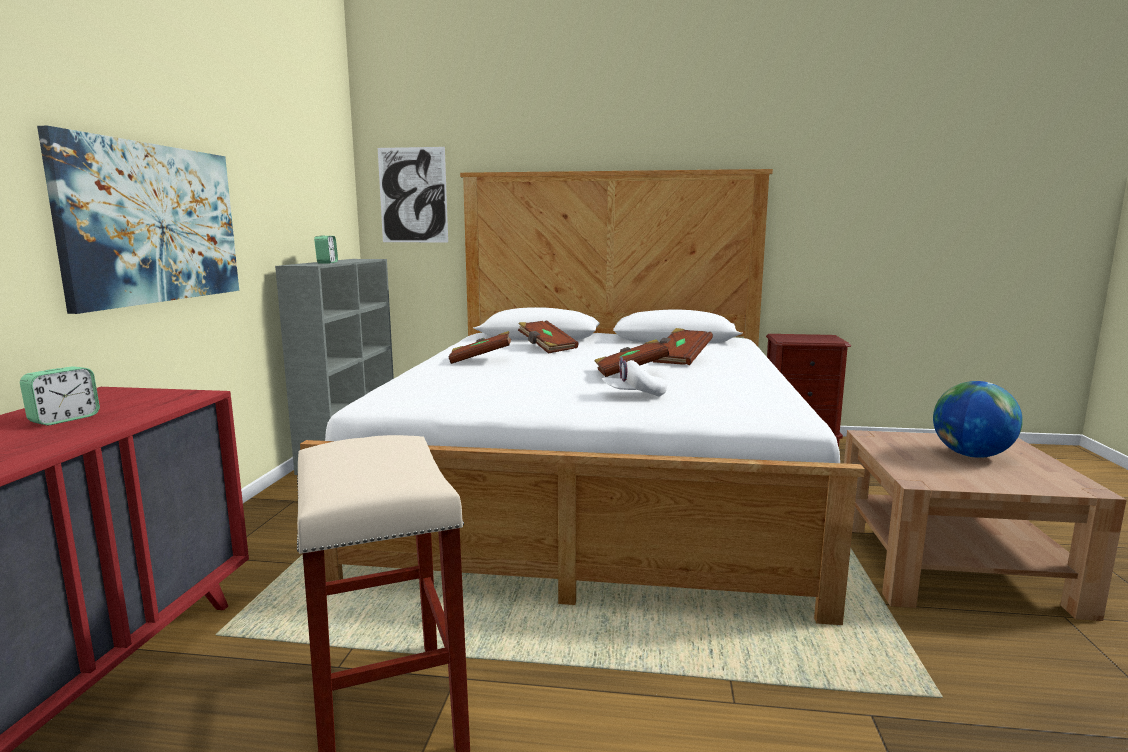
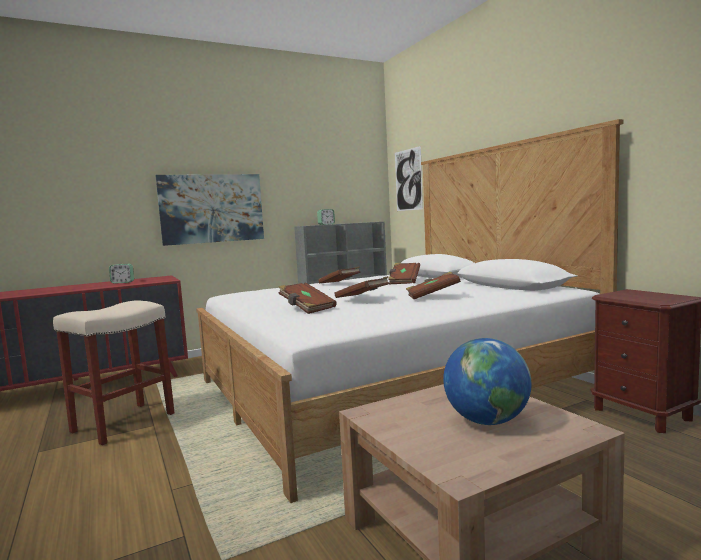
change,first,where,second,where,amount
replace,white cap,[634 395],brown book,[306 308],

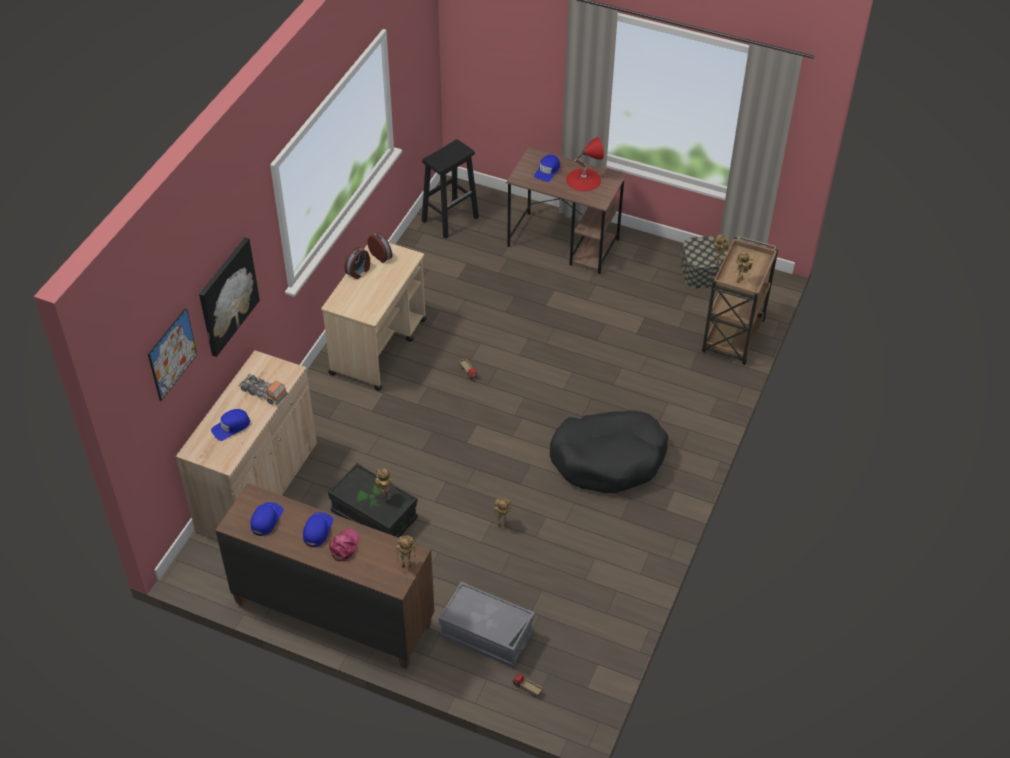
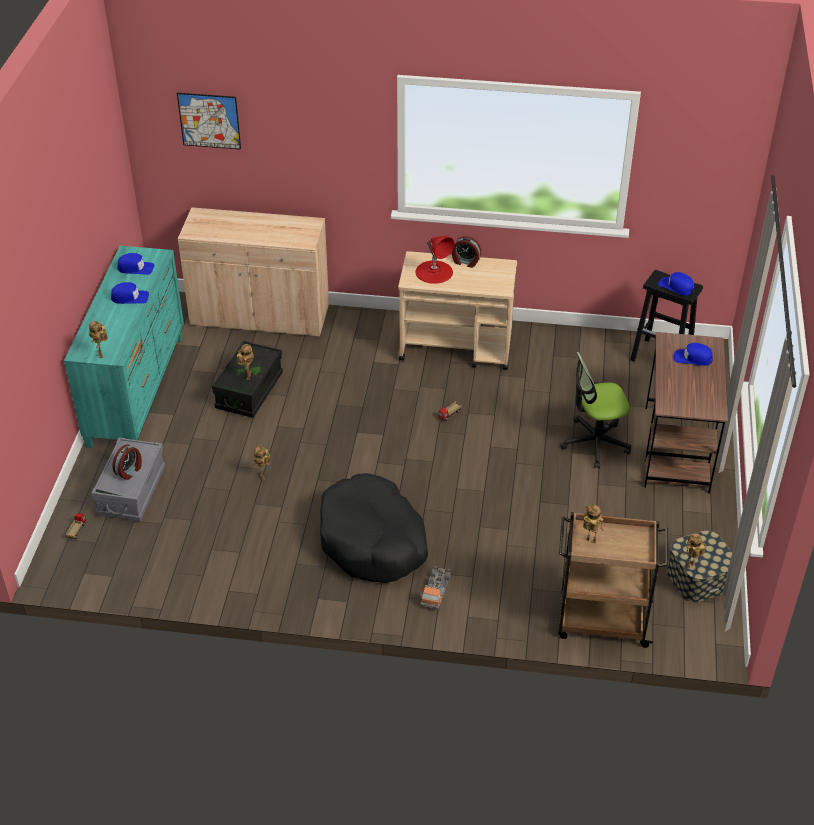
change,first,where,second,where,amount
recolor,brown dresser,[333 612],turquoise dresser,[137 390],
move,alarm clock,[381 255],,[129 471],
move,red table lamp,[583 179],,[434 272],
move,toy truck,[263 392],,[435 591],
insert,,,office chair,[595 443],
move,blue cap,[231 427],,[676 287],
delete,picture,[227 296],,,
delete,pink cap,[344 546],,,

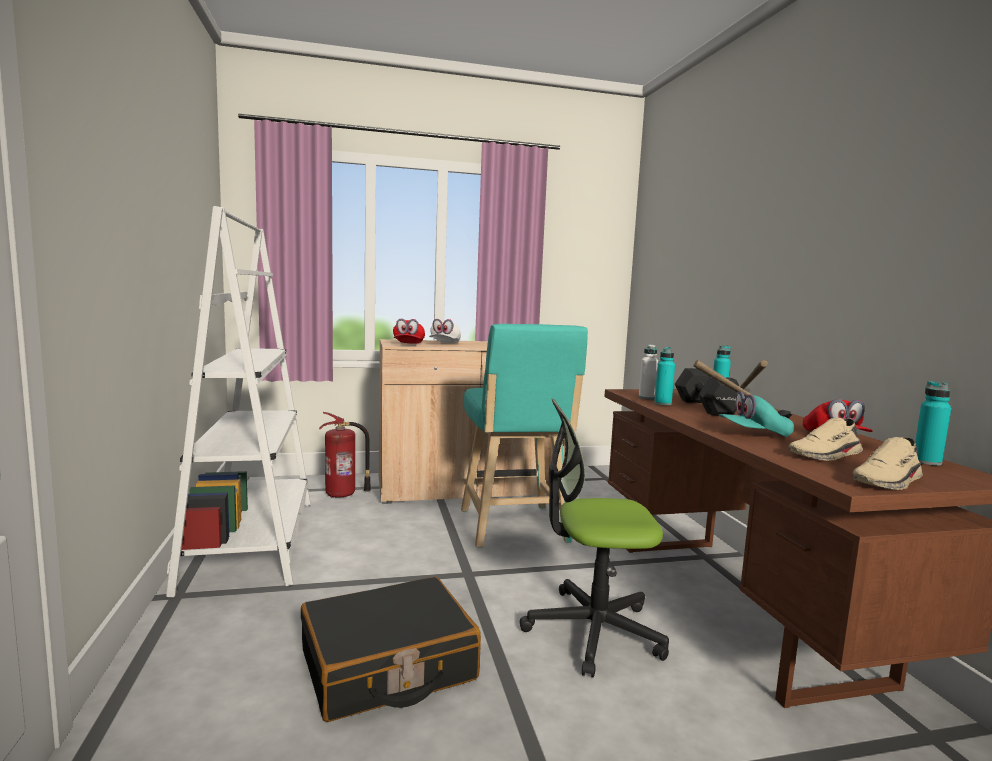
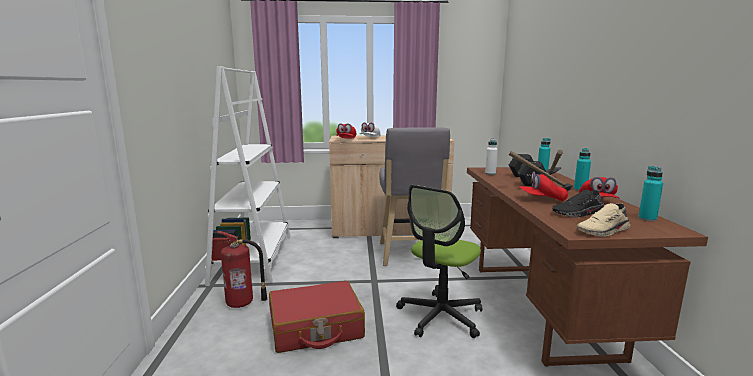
change,first,where,second,where,amount
move,fire extinguisher,[343 494],,[242 303],
recolor,black suitcase,[388 666],red suitcase,[316 328],
recolor,turquoise stool,[514 529],grey stool,[410 255],
rotate,office chair,[593 630],,[440 316],60 degrees counterclockwise
recolor,turquoise cap,[754 434],red cap,[542 199],
recolor,beige shoe,[826 456],black shoe,[578 214],
move,turquoise bottle,[662 404],,[580 190],

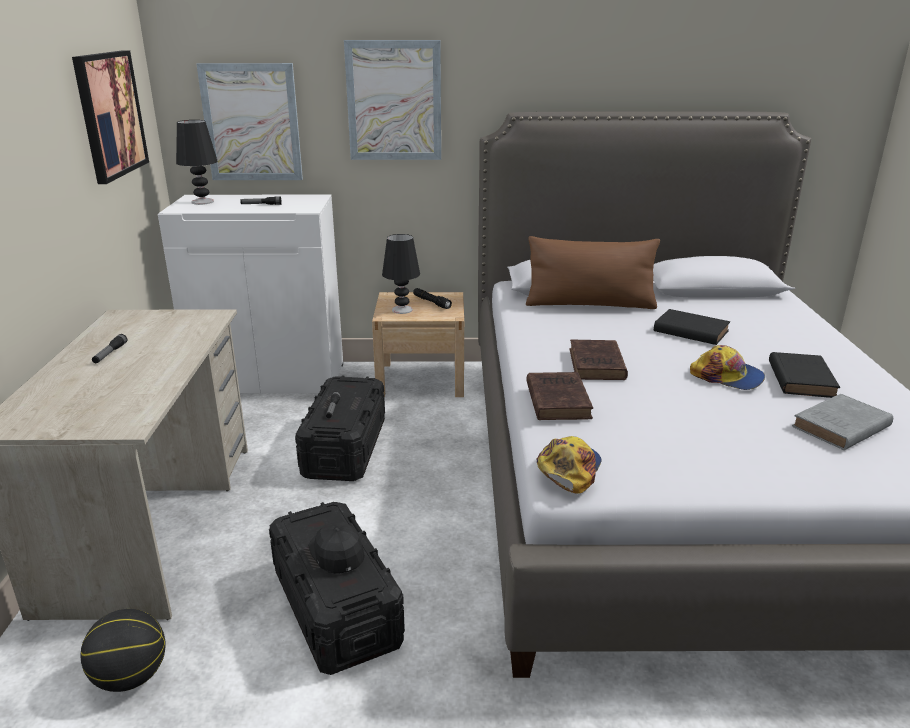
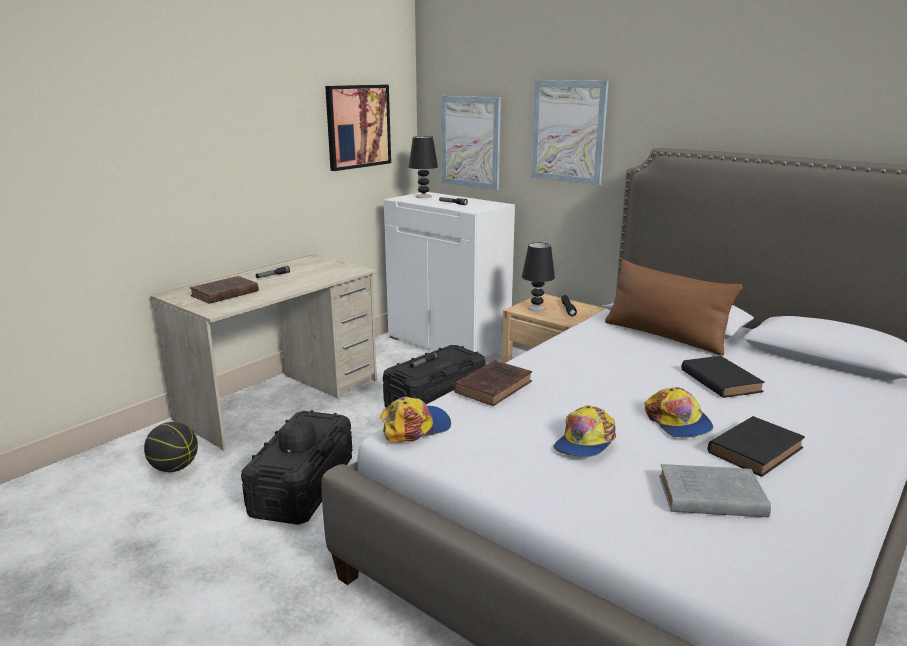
change,first,where,second,where,amount
move,brown book,[597 365],,[223 294],
insert,,,cap,[585 442],

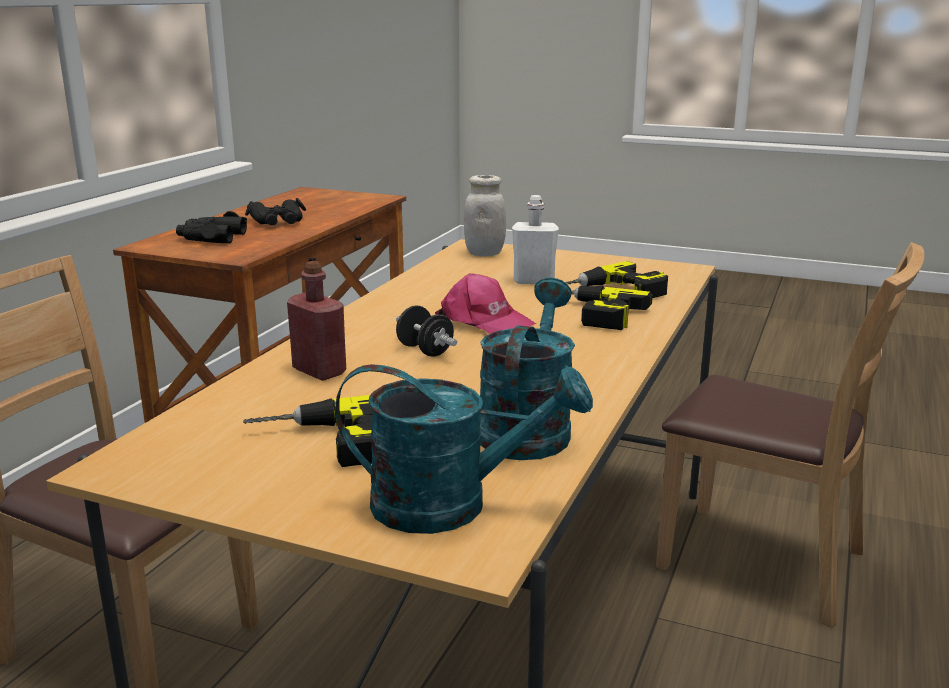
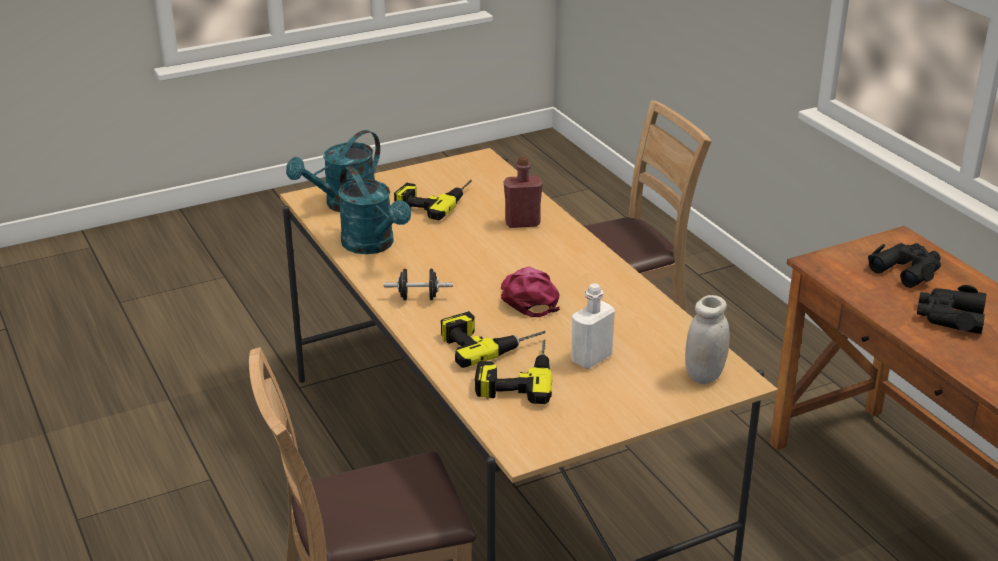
change,first,where,second,where,amount
move,black dumbbell,[425 350],,[418 298],
rotate,pink cap,[484 322],,[529 298],90 degrees clockwise

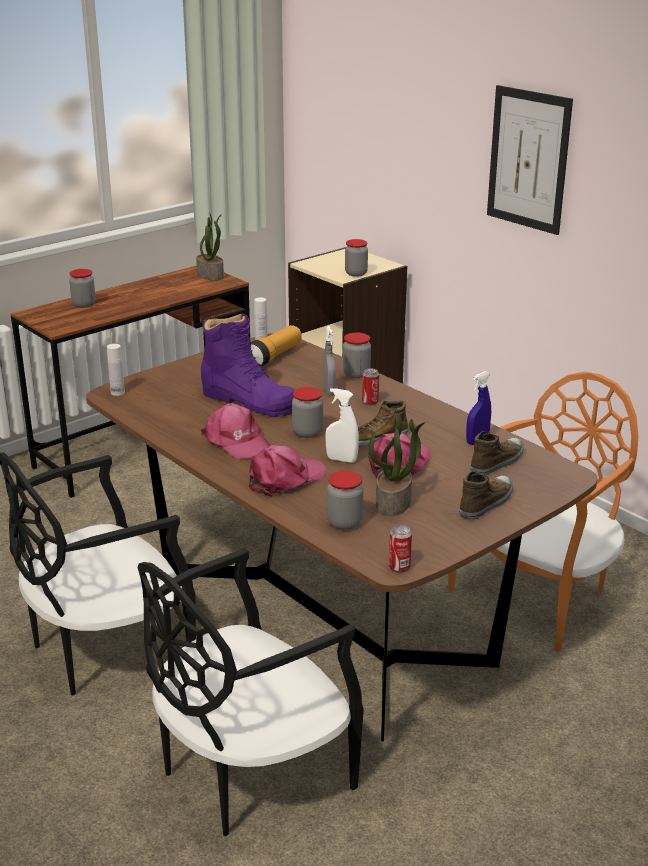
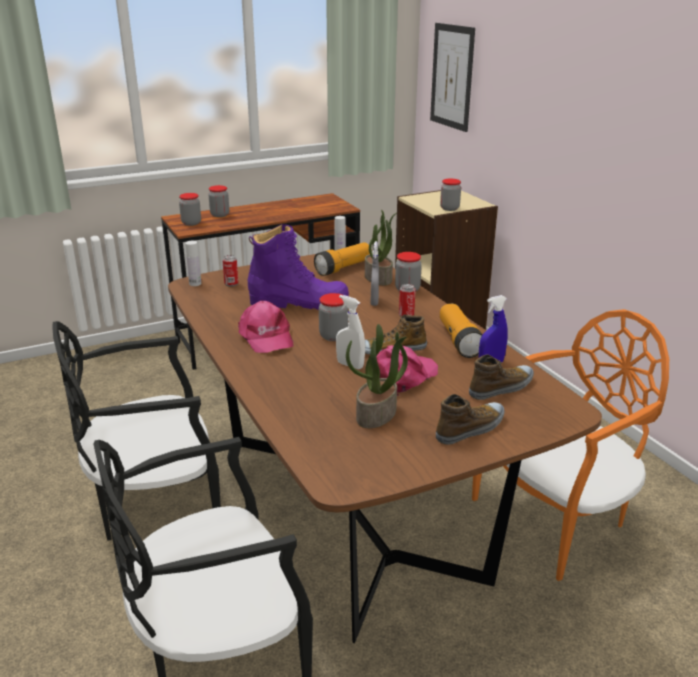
change,first,where,second,where,amount
move,jar,[344 523],,[191 223],
move,can,[399 567],,[231 284],
rotate,purple boot,[249 401],,[299 303],45 degrees counterclockwise
move,potted plant,[211 275],,[379 278],
move,picture,[528 159],,[452 76],
insert,,,flashlight,[459 341],
delete,pink cap,[285 479],,,

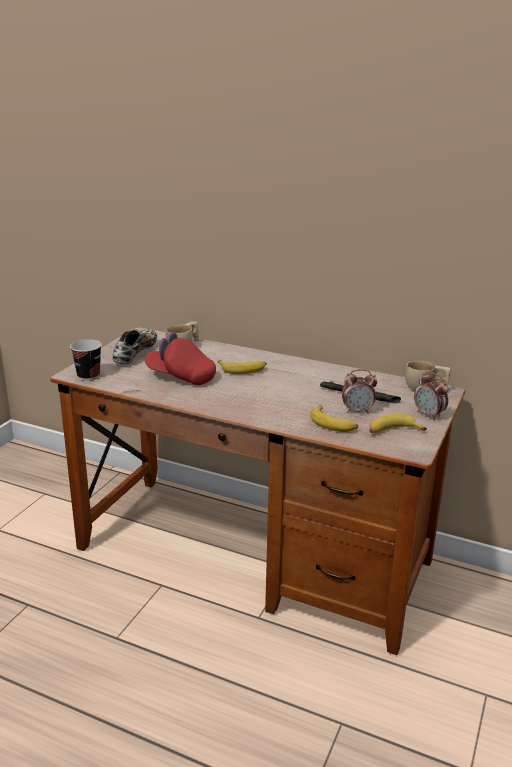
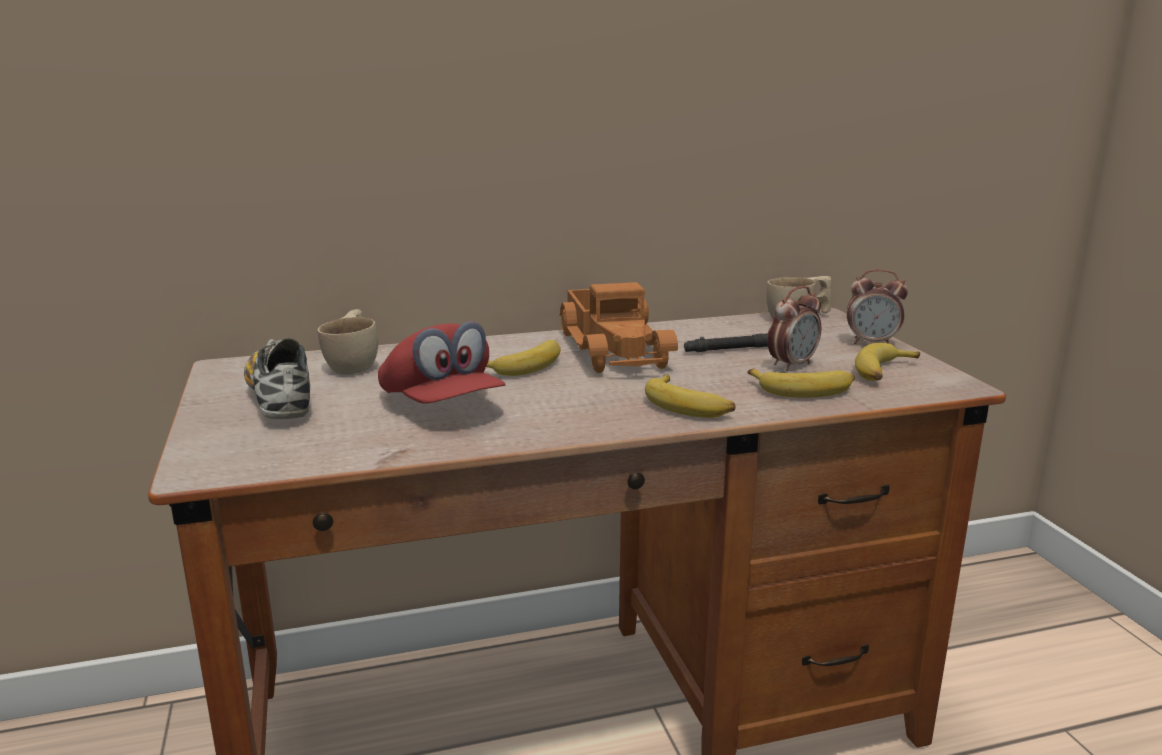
change,first,where,second,where,amount
rotate,red cap,[180 376],,[442 405],105 degrees counterclockwise
insert,,,toy truck,[616 348],
insert,,,banana,[689 406],
delete,cup,[88 376],,,

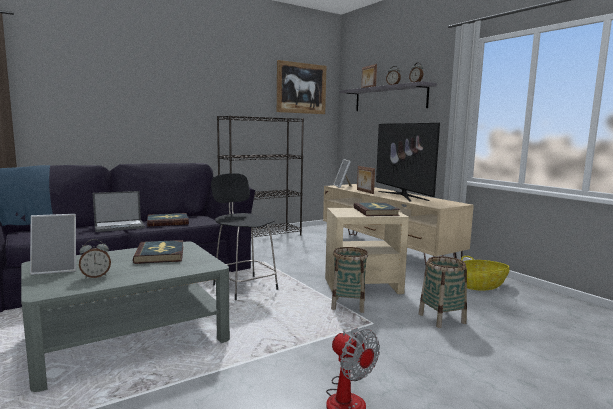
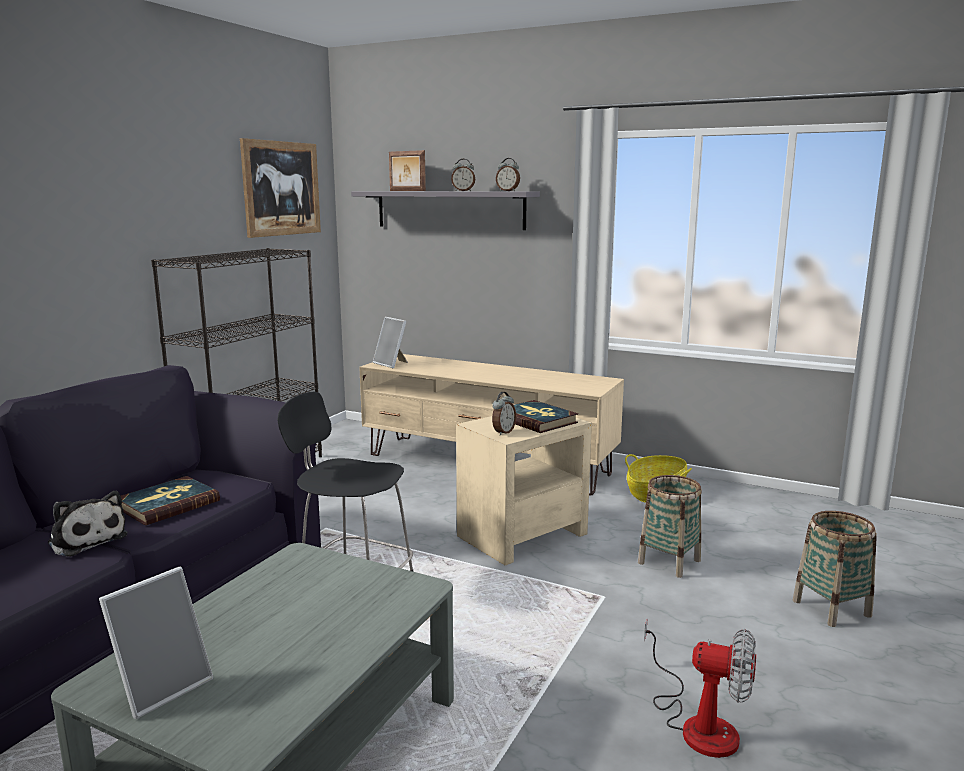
change,first,where,second,where,amount
replace,laptop,[120 226],plush toy,[87 539],
move,alarm clock,[96 276],,[503 432],
move,basket,[348 305],,[831 608],
delete,book,[160 254],,,
delete,picture frame,[364 191],,,
delete,television,[402 196],,,

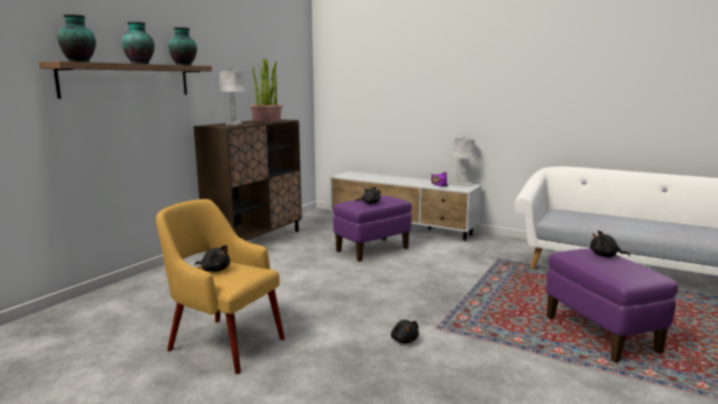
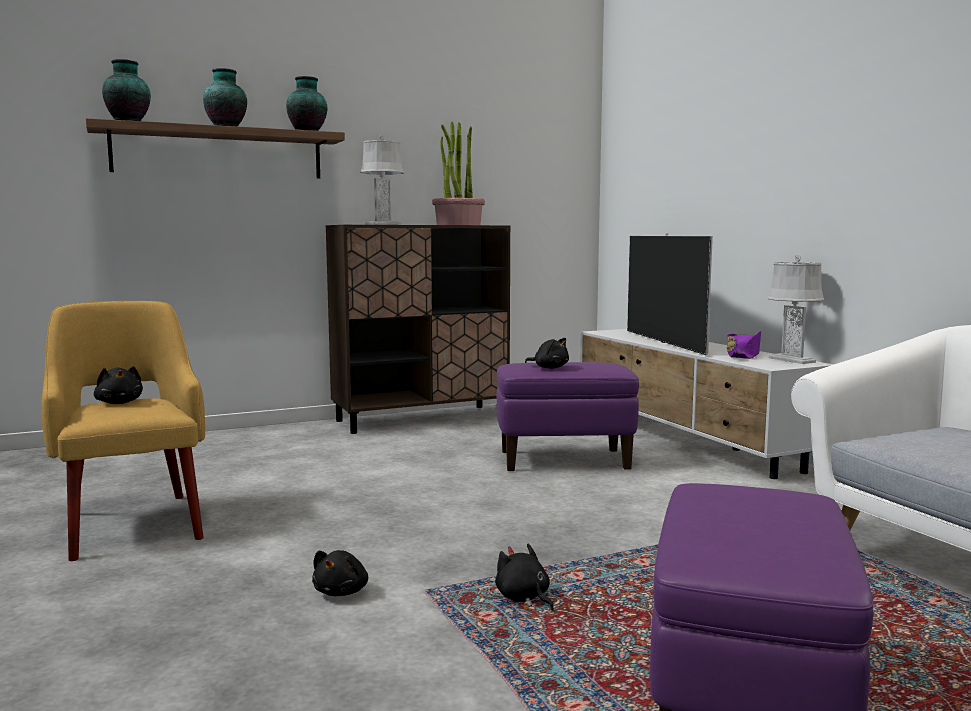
change,first,where,second,where,amount
move,black plush toy,[605 256],,[524 598],
insert,,,television,[664 342],

